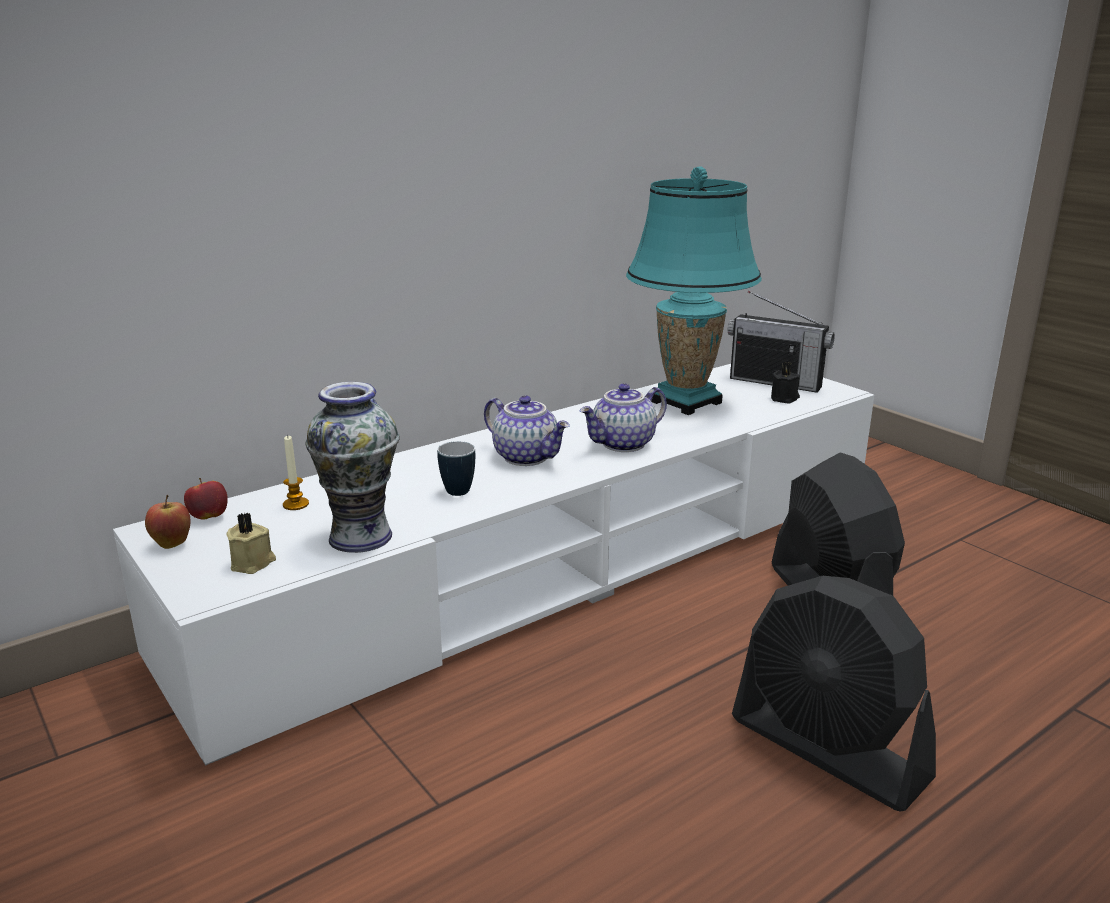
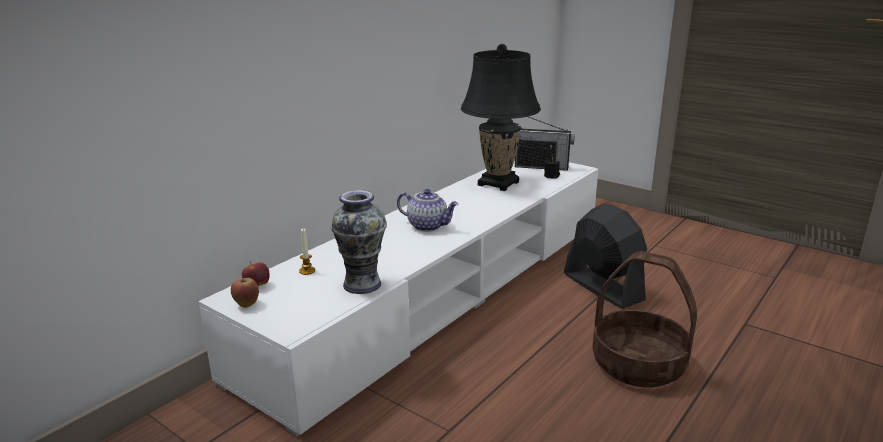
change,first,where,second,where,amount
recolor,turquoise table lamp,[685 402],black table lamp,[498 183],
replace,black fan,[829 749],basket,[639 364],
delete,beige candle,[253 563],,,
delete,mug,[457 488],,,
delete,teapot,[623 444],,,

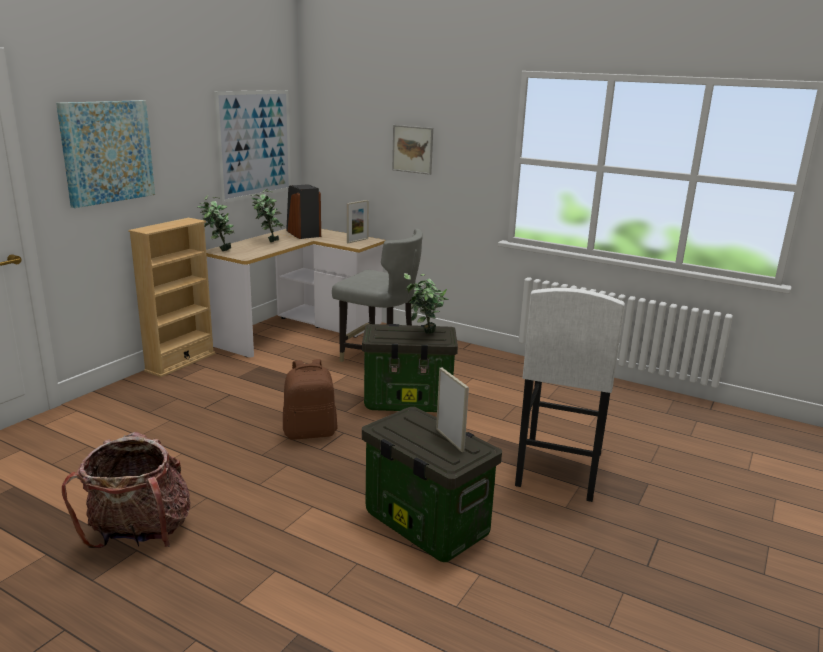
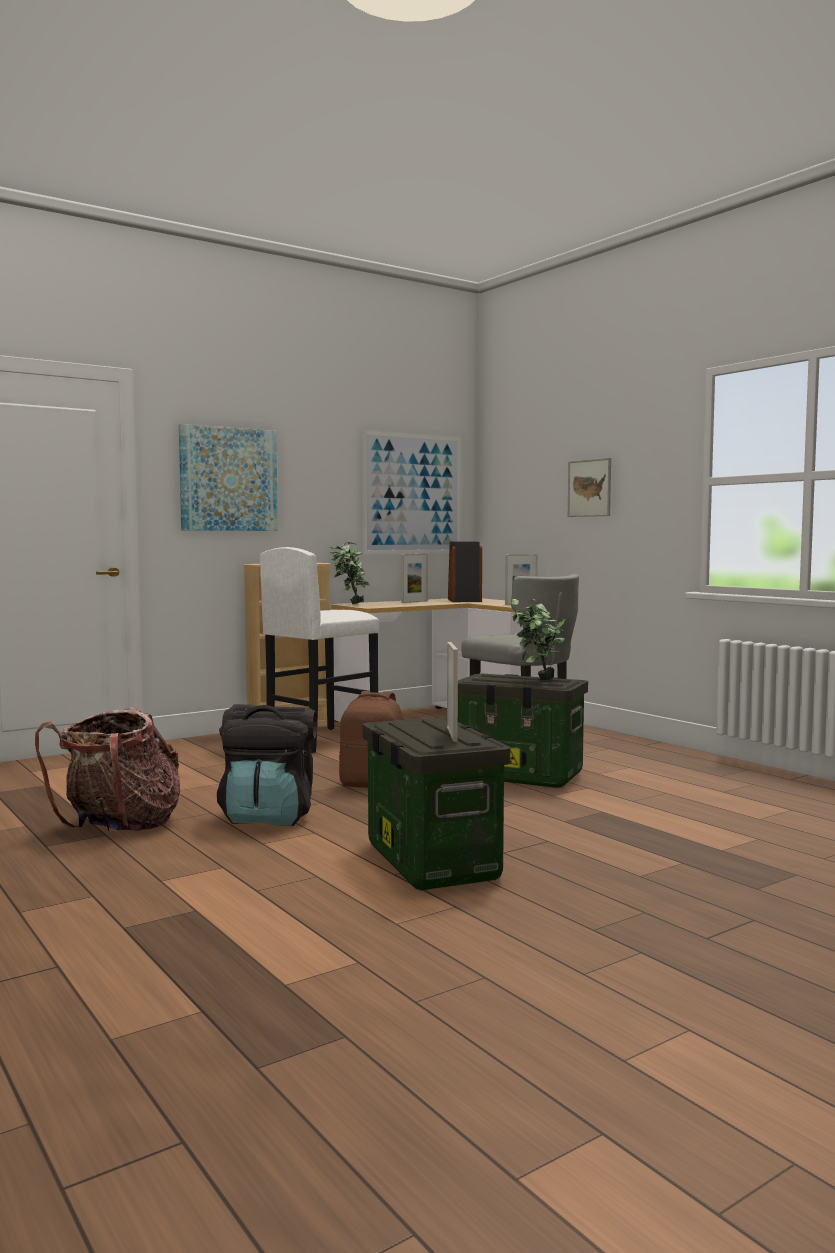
change,first,where,second,where,amount
insert,,,black backpack,[269 817],
move,white stool,[558 469],,[321 740],
replace,potted plant,[268 241],picture frame,[414 602],

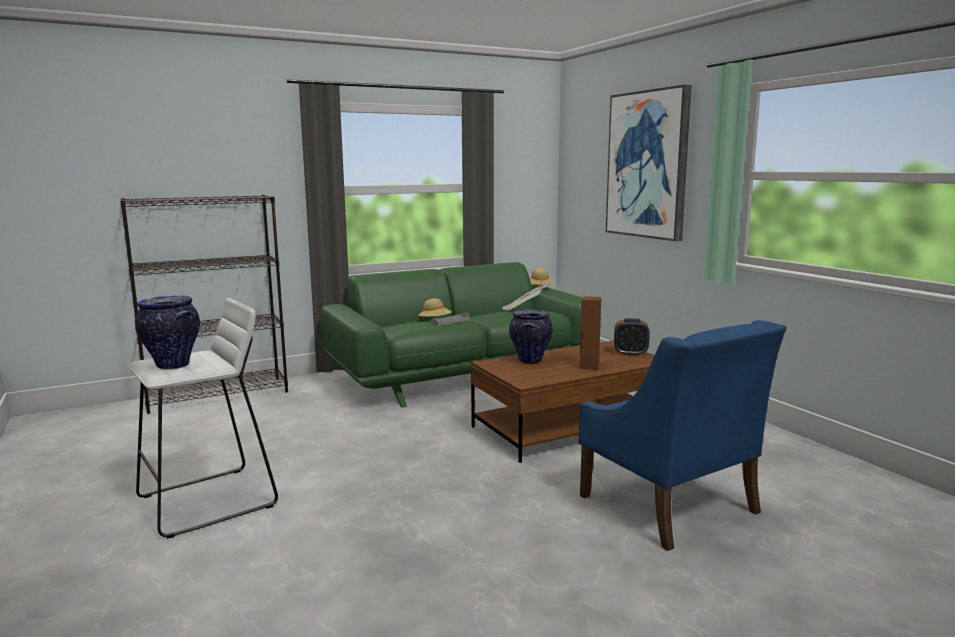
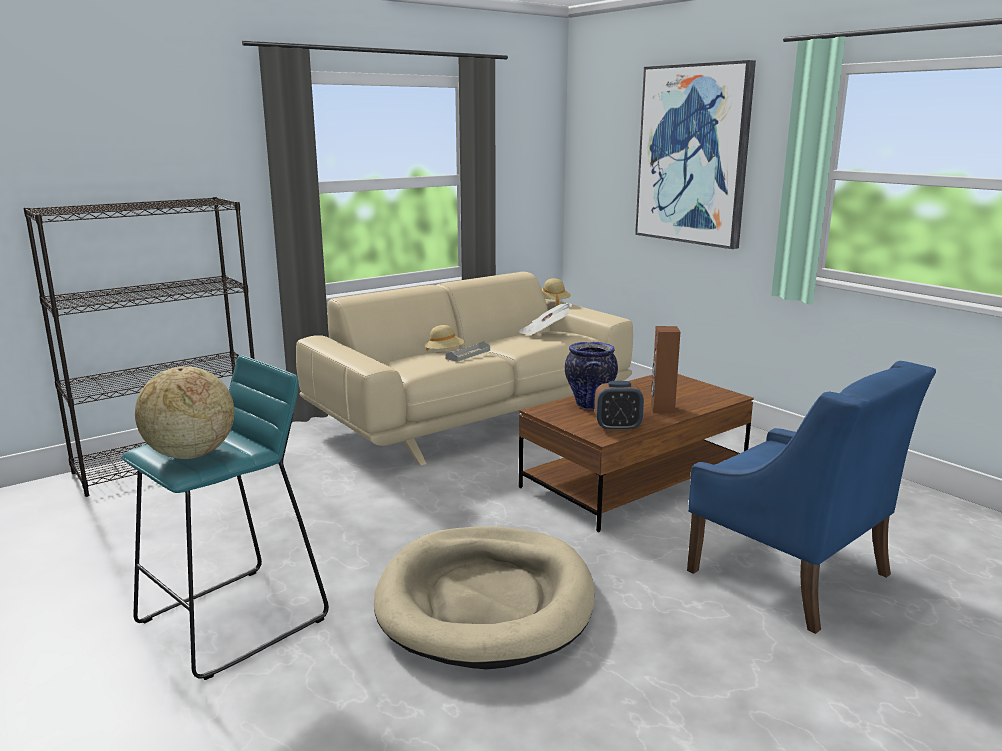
change,first,where,second,where,amount
recolor,white stool,[209 501],turquoise stool,[235 620],
replace,vase,[172 365],globe,[190 455],
recolor,green sofa,[462 375],beige sofa,[474 416],
insert,,,beige dog bed,[485 601],
move,alarm clock,[630 353],,[617 428],

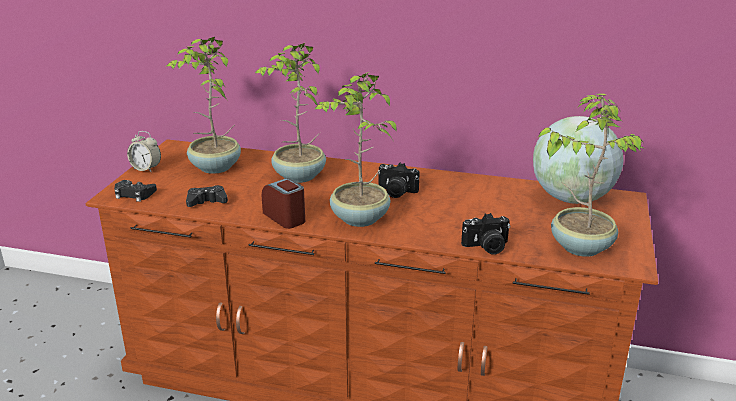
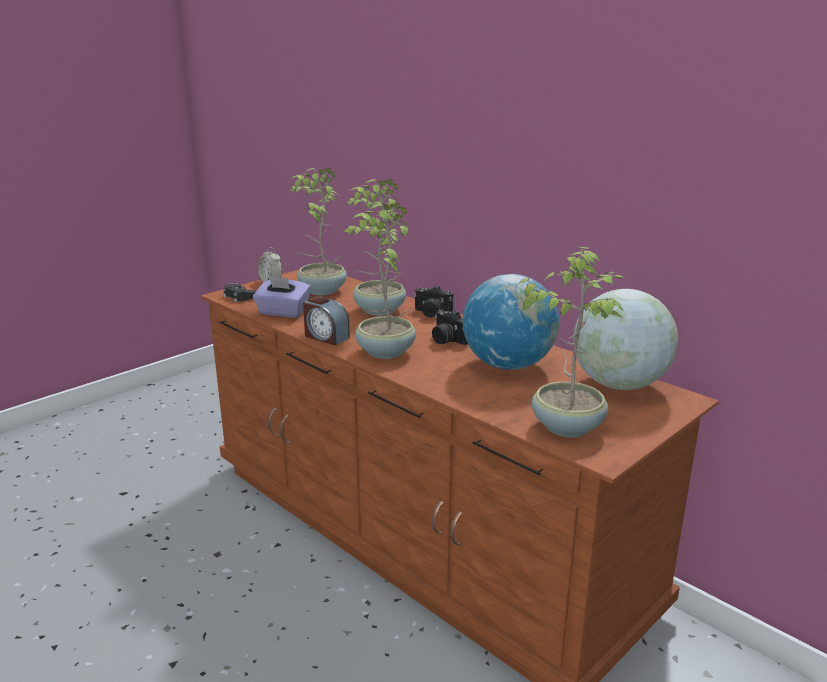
change,first,where,second,where,amount
replace,black game controller,[207 201],purple tissue box,[283 312],
rotate,alarm clock,[285 217],,[326 337],135 degrees clockwise
move,photo camera,[486 247],,[431 313],
insert,,,globe,[508 365],

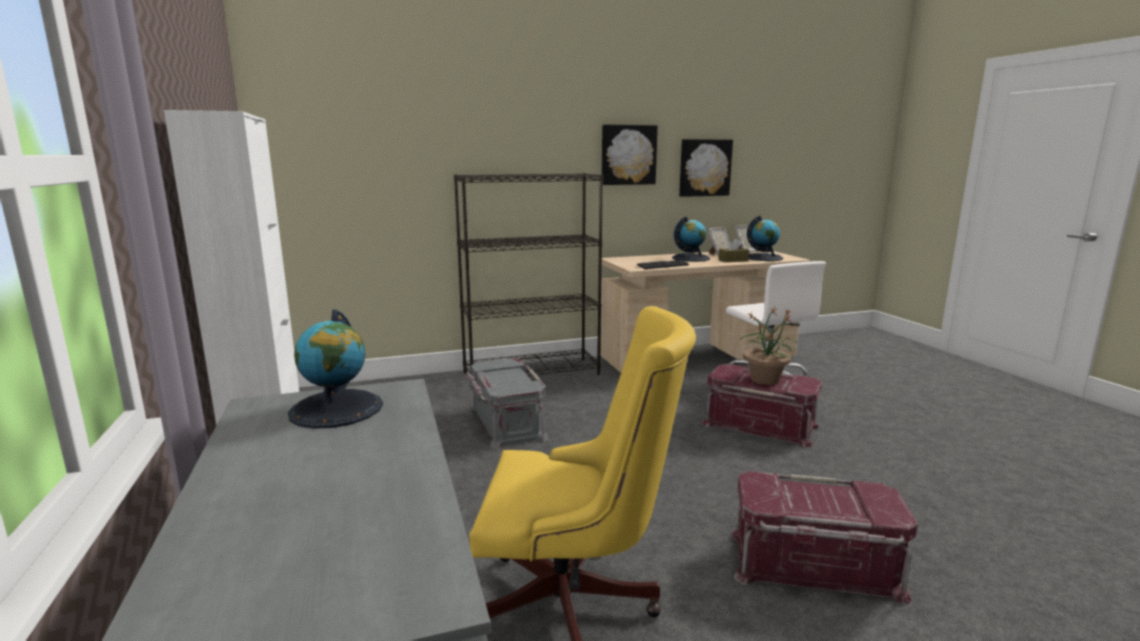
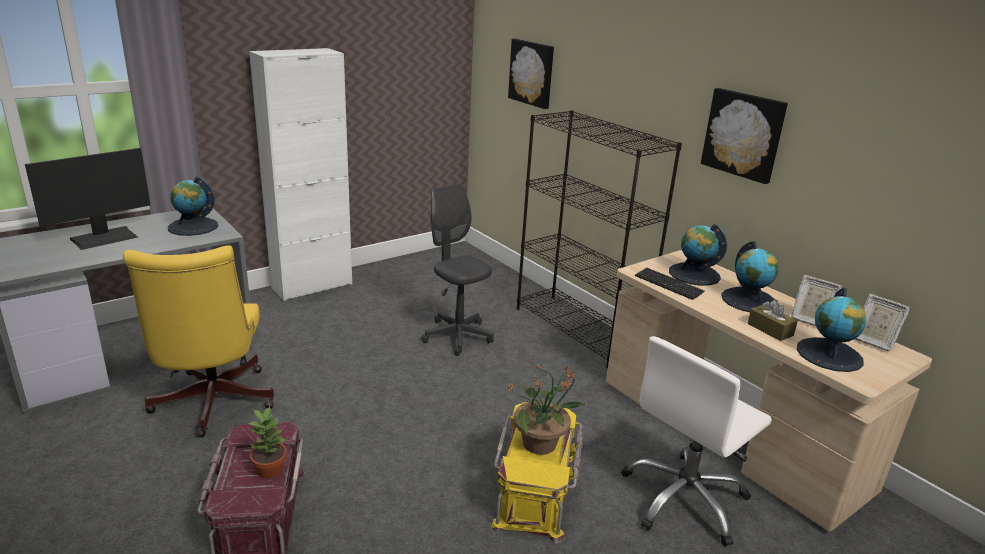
change,first,where,second,where,amount
insert,,,monitor,[104 237],
insert,,,potted plant,[270 469],
replace,grey storage box,[505 422],grey office chair,[457 336],
recolor,red storage box,[760 425],yellow storage box,[536 491],
move,picture,[704 168],,[532 73],
insert,,,globe,[694 274],

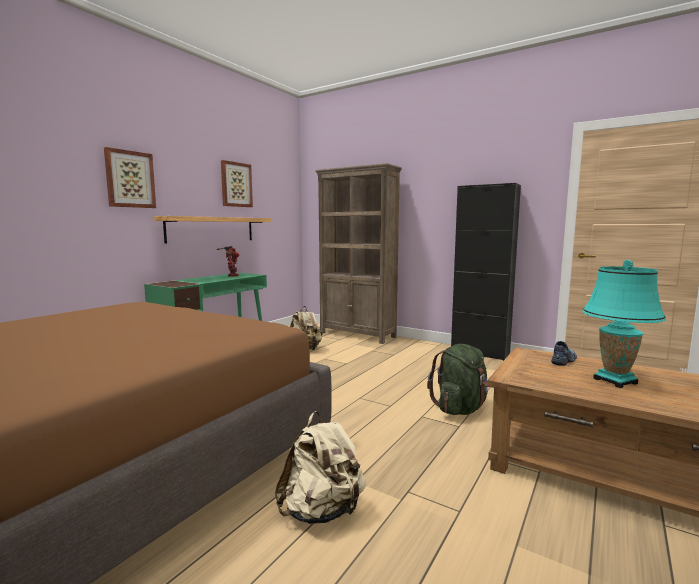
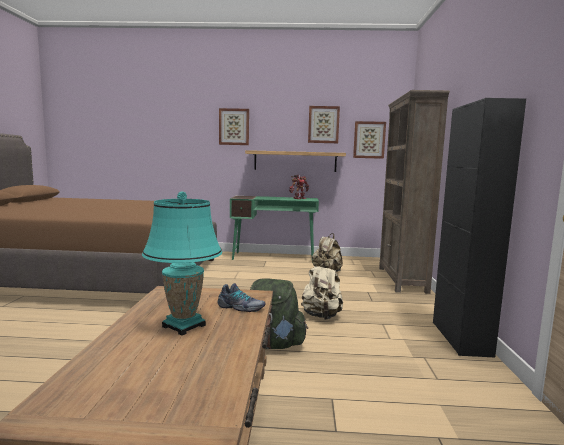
change,first,where,second,where,amount
move,beige backpack,[322 511],,[321 316],
insert,,,picture,[369 140],

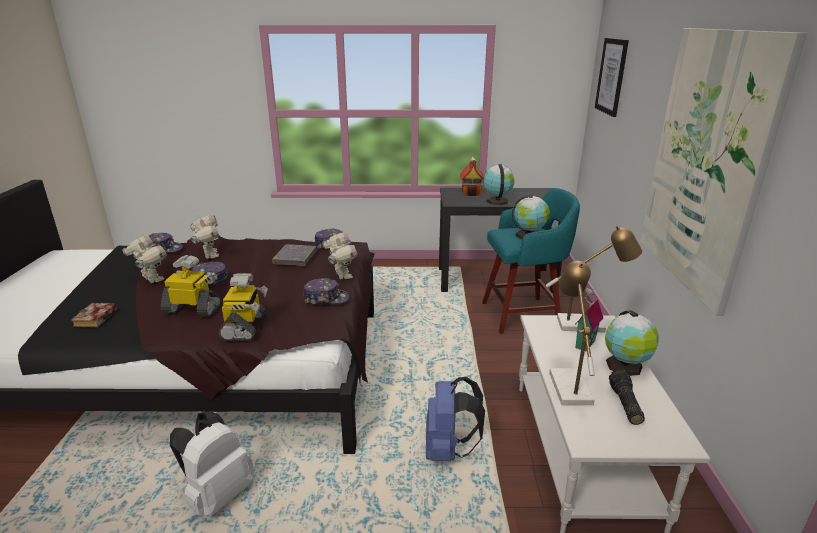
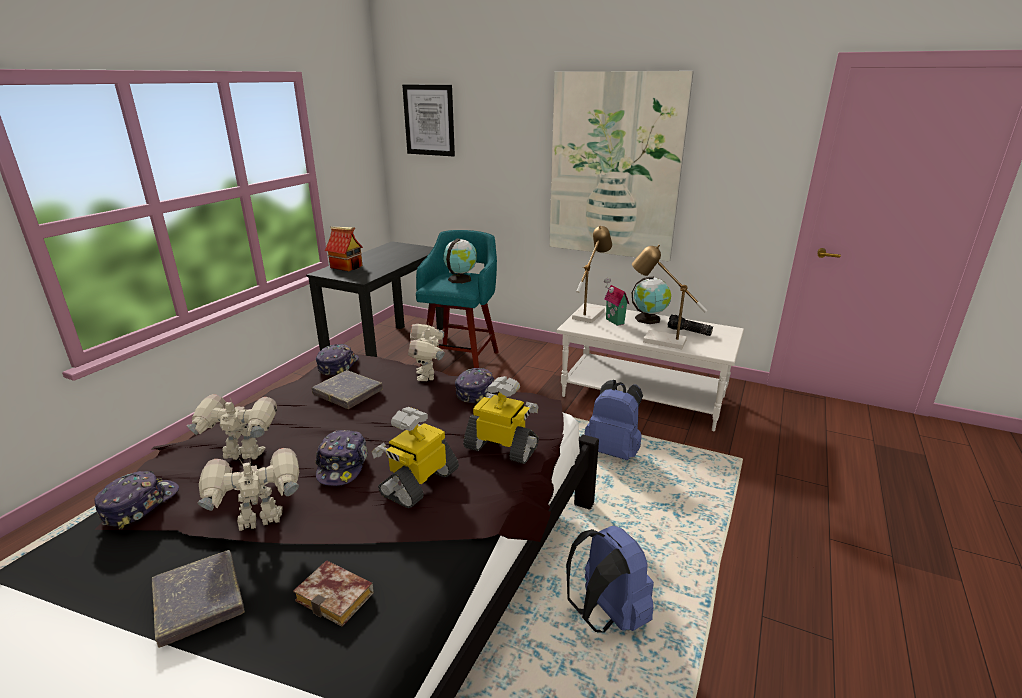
change,first,where,second,where,amount
insert,,,grey book,[199 600],
rotate,toy robot,[341 275],,[427 375],105 degrees counterclockwise
recolor,white backpack,[218 494],blue backpack,[606 615],
delete,globe,[497 201],,,

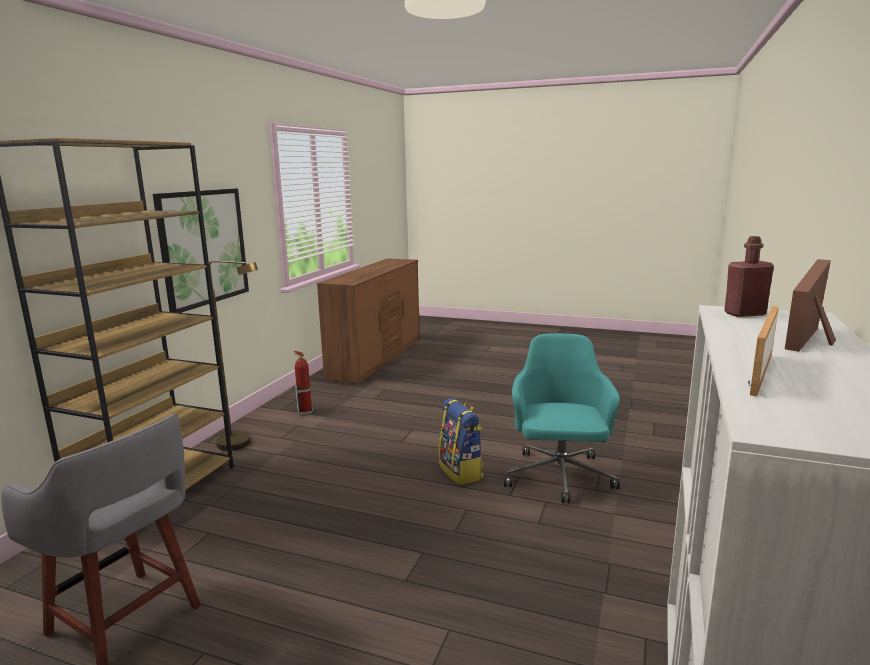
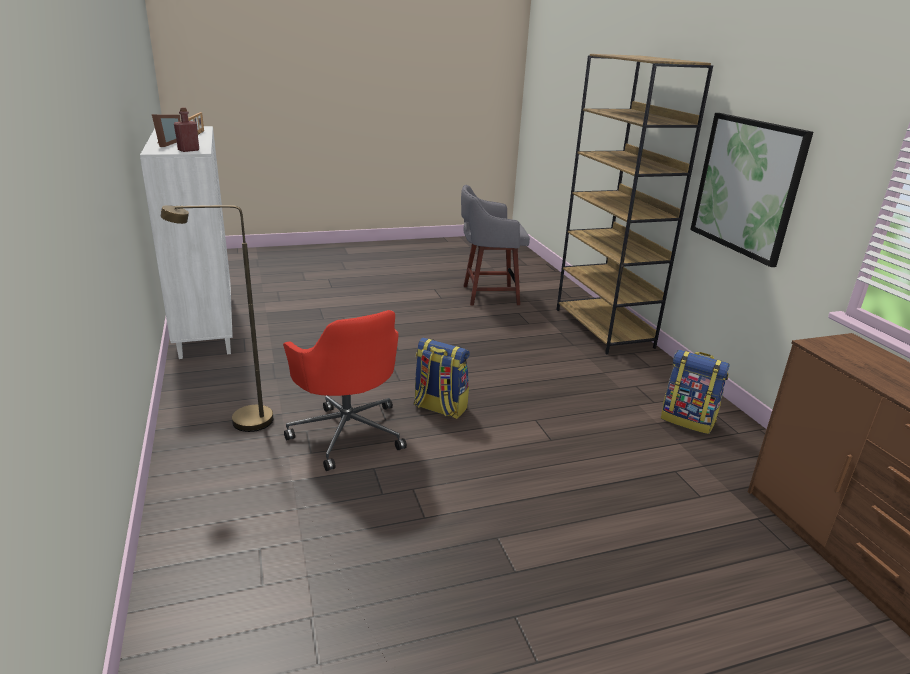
change,first,where,second,where,amount
move,brown floor lamp,[242 444],,[241 422],
recolor,turquoise office chair,[559 478],red office chair,[348 432],
replace,fire extinguisher,[305 412],backpack,[688 420],

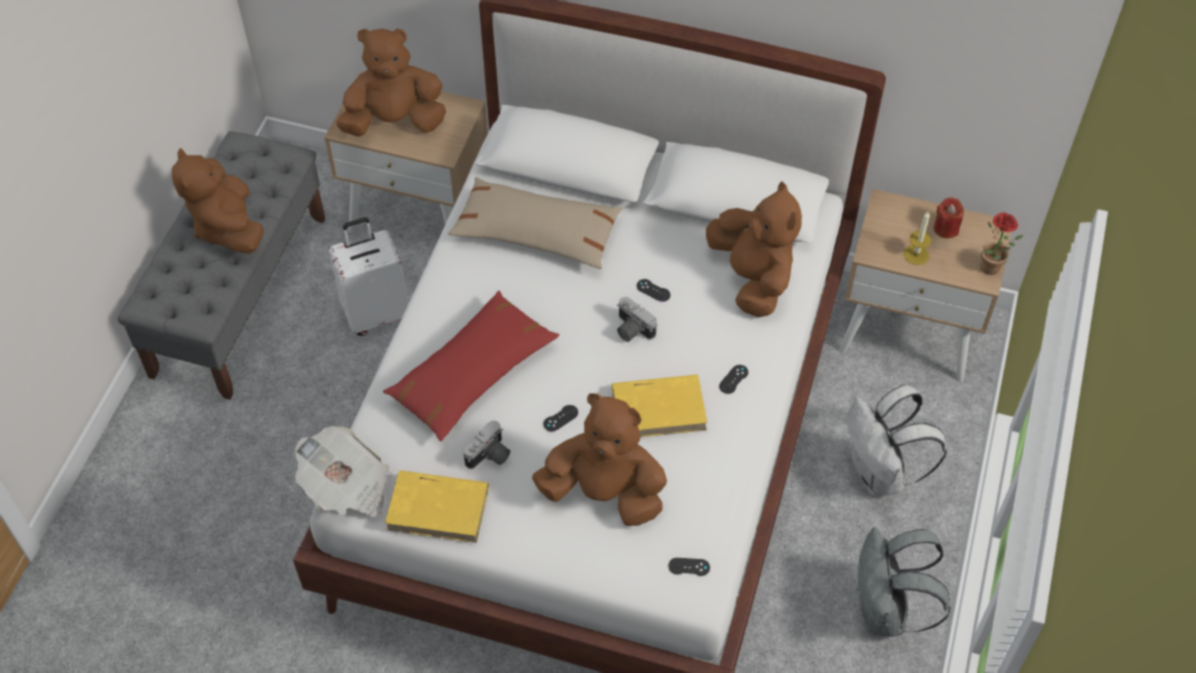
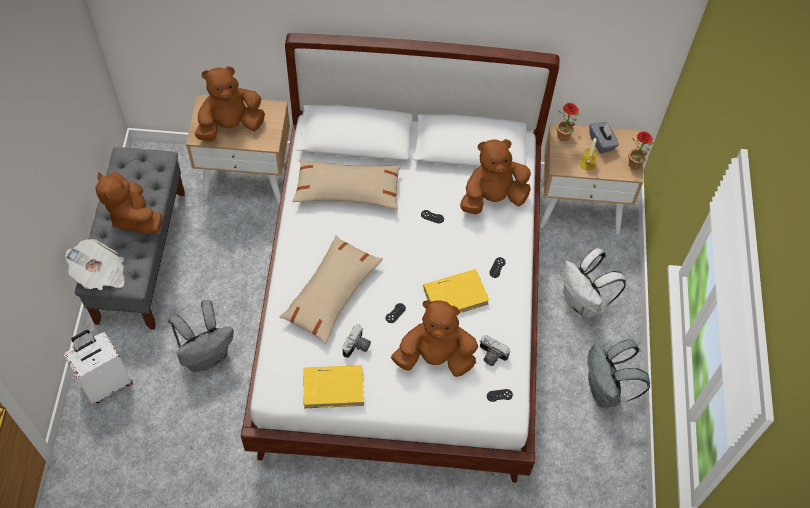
change,first,where,second,where,amount
move,white suitcase,[377 313],,[107 383],
move,newspaper,[347 487],,[100 273],
insert,,,grey backpack,[206 355],
recolor,red pillow,[472 374],beige pillow,[331 294],
rotate,brown plush toy,[752 278],,[493 198],75 degrees counterclockwise
move,photo camera,[631 330],,[491 355],
insert,,,potted plant,[564 138],
replace,red candle,[946 228],grey tissue box,[601 142],

